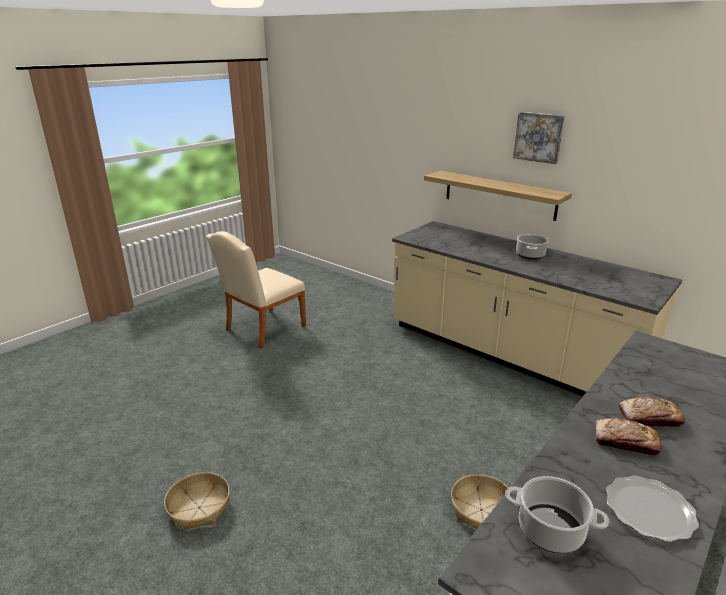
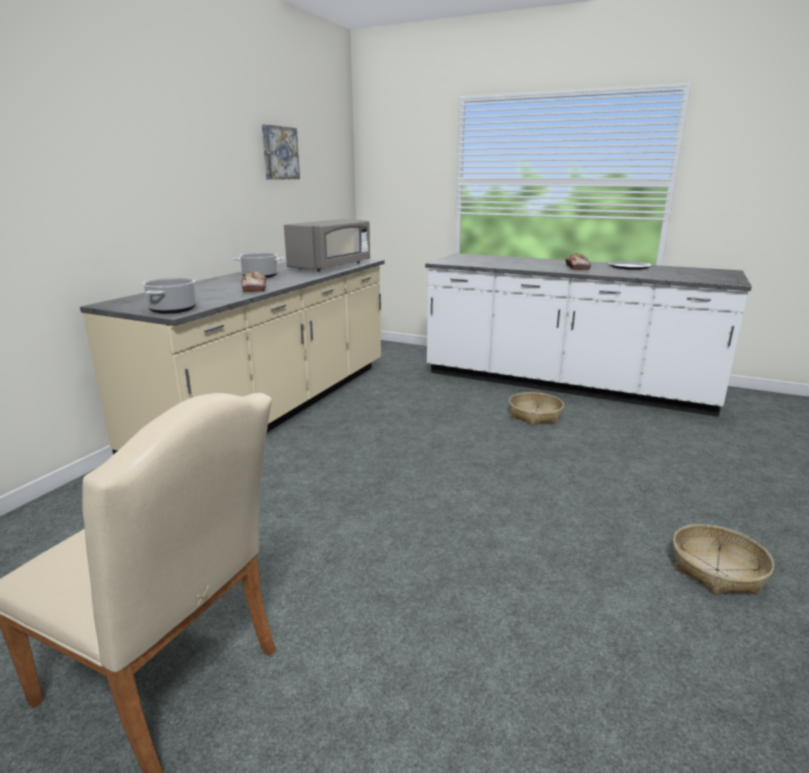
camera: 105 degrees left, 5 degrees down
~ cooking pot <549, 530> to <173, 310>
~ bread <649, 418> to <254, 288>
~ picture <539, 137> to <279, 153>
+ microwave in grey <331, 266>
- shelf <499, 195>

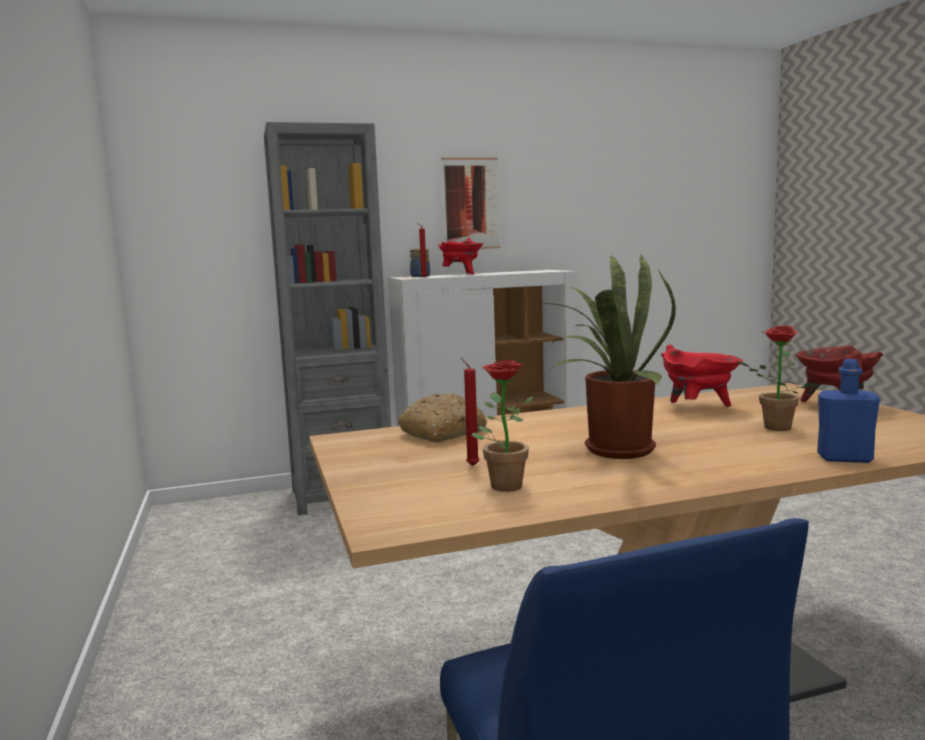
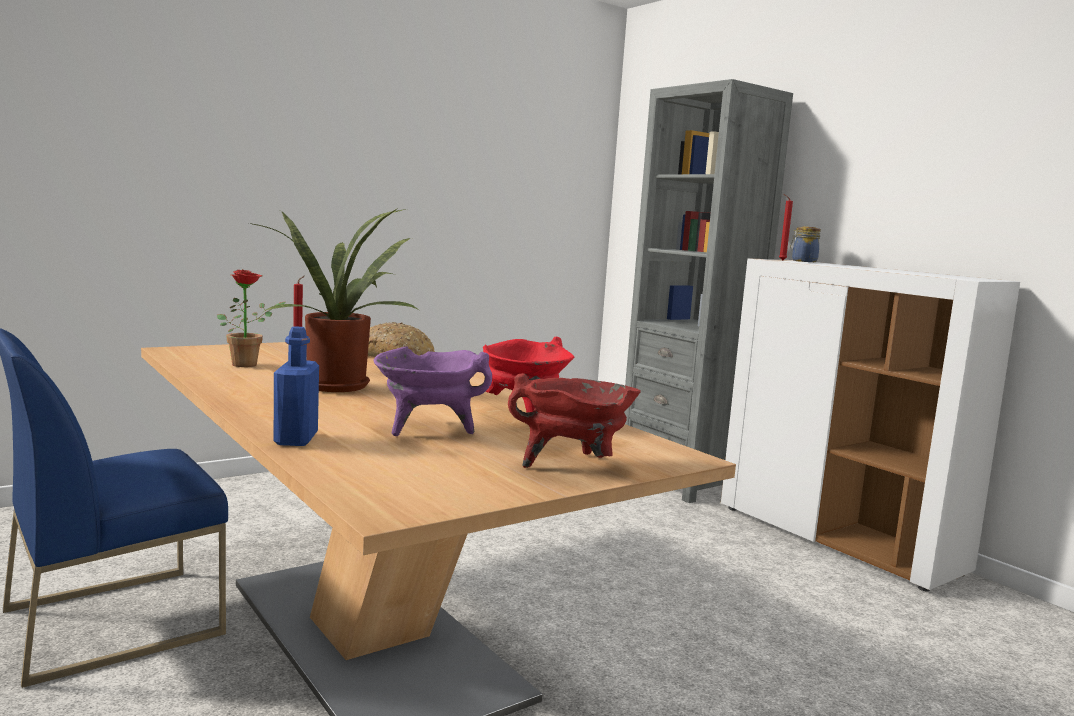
camera: 70 degrees right, 0 degrees up
~ potted plant <772, 428> to cooking pot in purple <427, 429>
- cooking pot in red <462, 274>
- picture <471, 204>

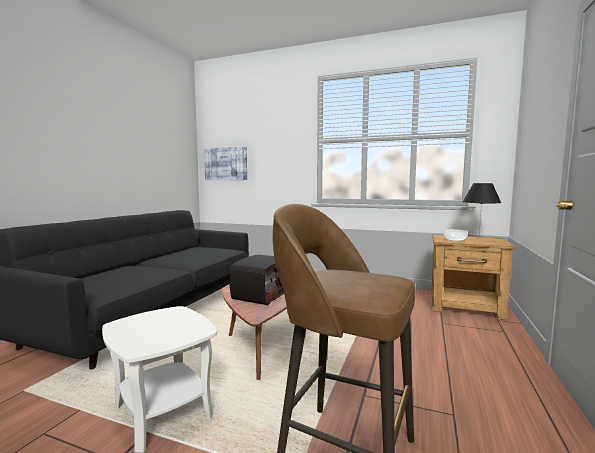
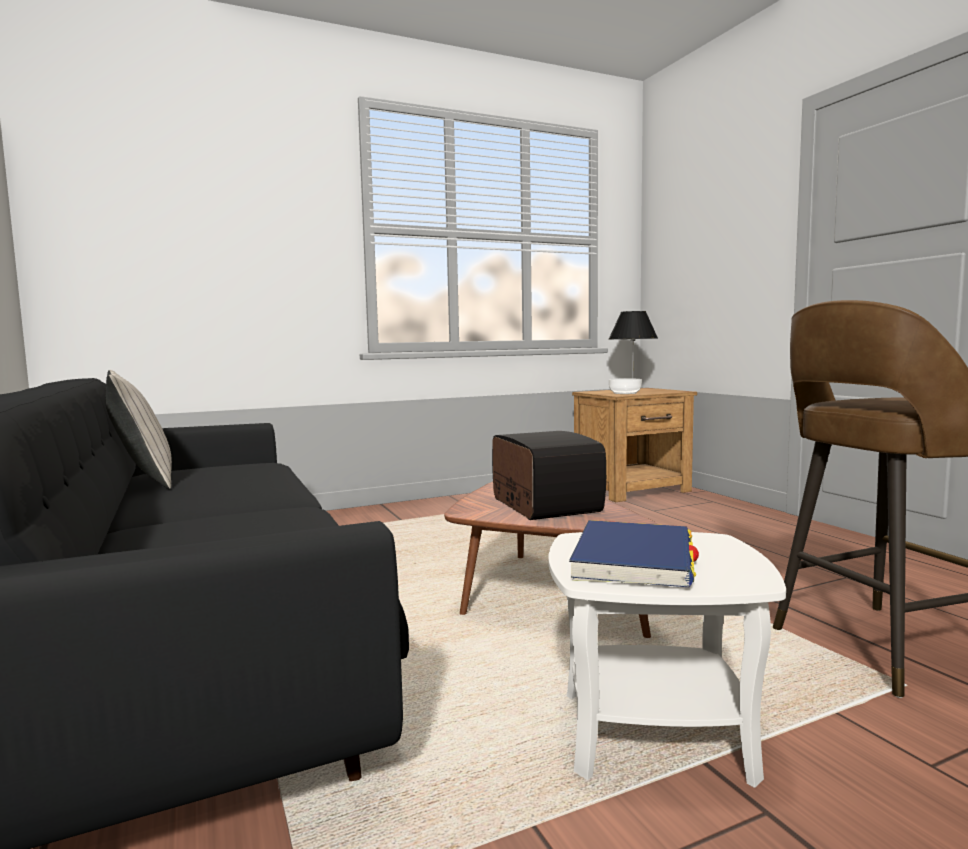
camera: 45 degrees left, 0 degrees up
+ pillow in beige <143, 481>
+ book in blue <634, 560>
- picture <226, 164>

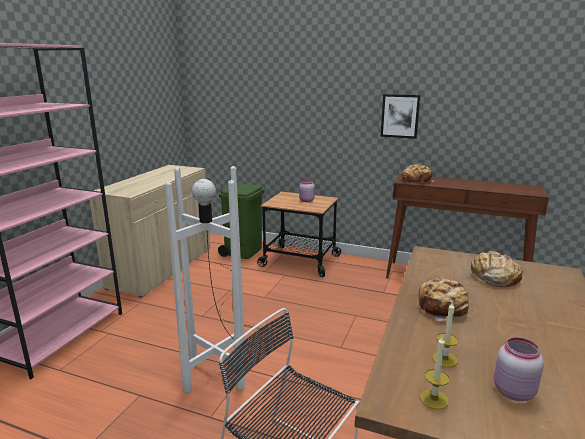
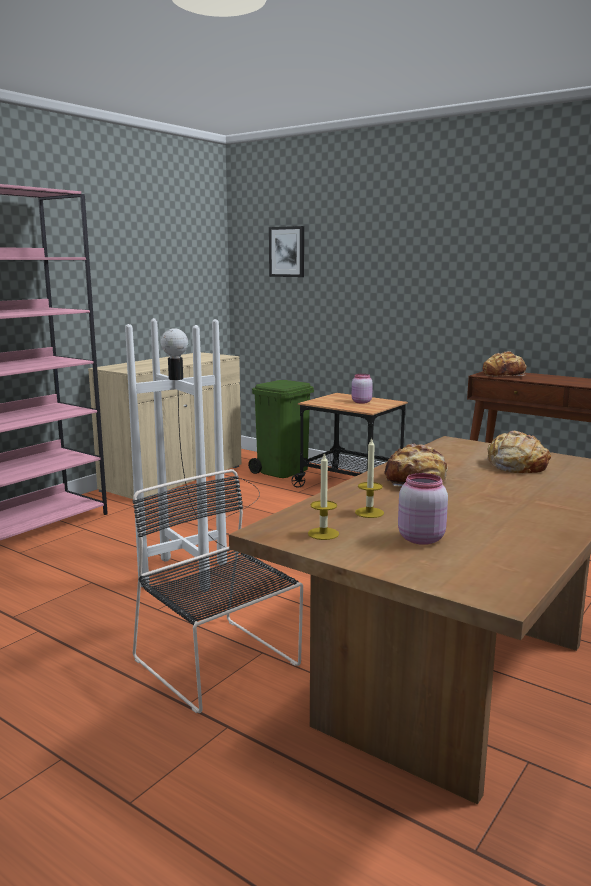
camera: 15 degrees right, 5 degrees down
~ picture <400, 116> to <287, 252>

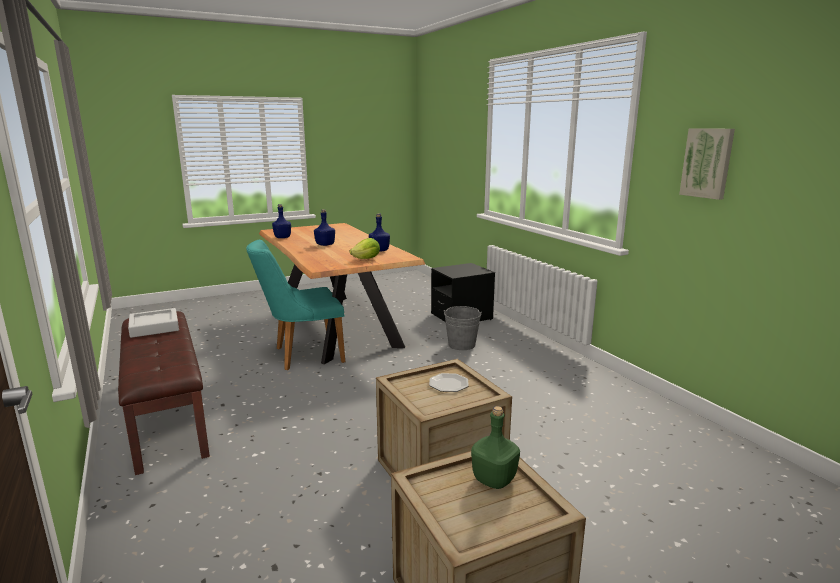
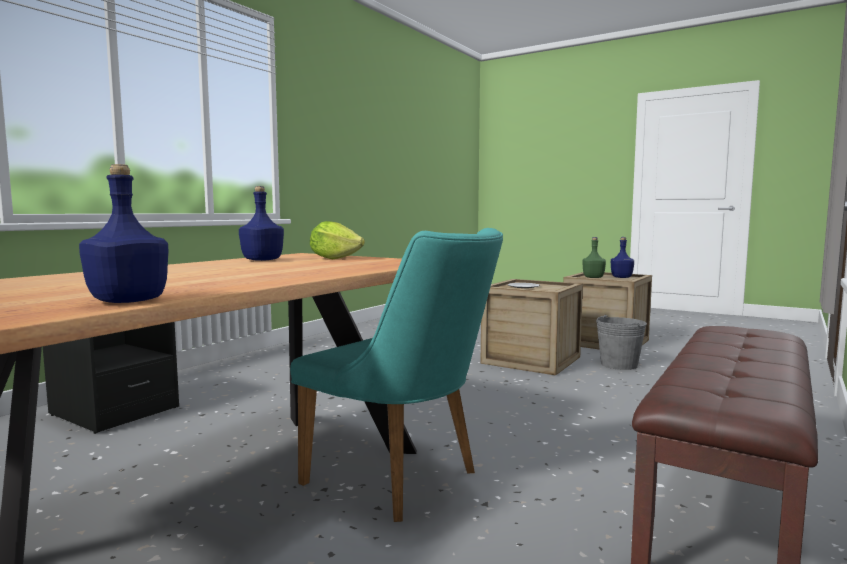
camera: 120 degrees left, 10 degrees down
~ bucket in grey <461, 345> to <619, 365>
~ bottle in blue <325, 245> to <622, 277>
- tray in grey <154, 327>
- picture <707, 163>

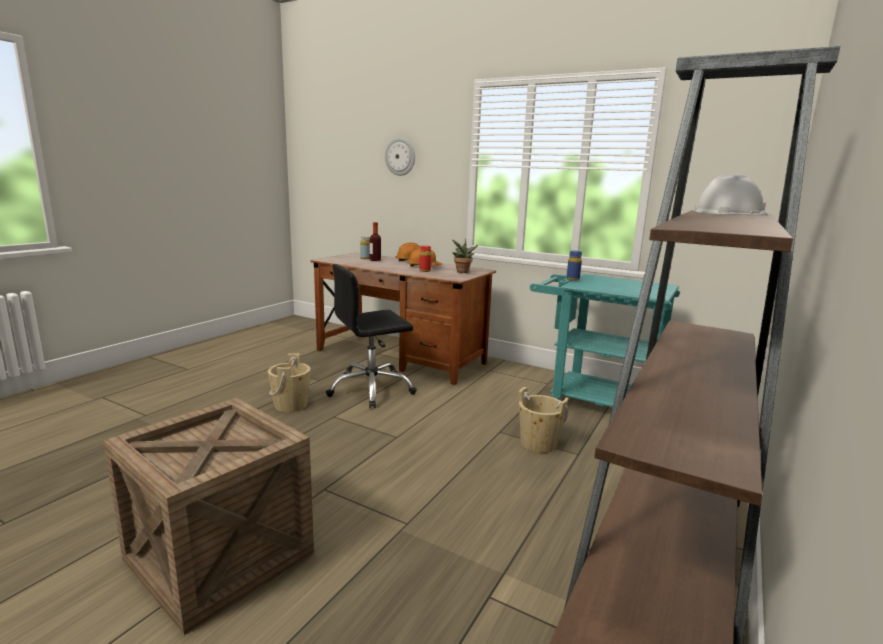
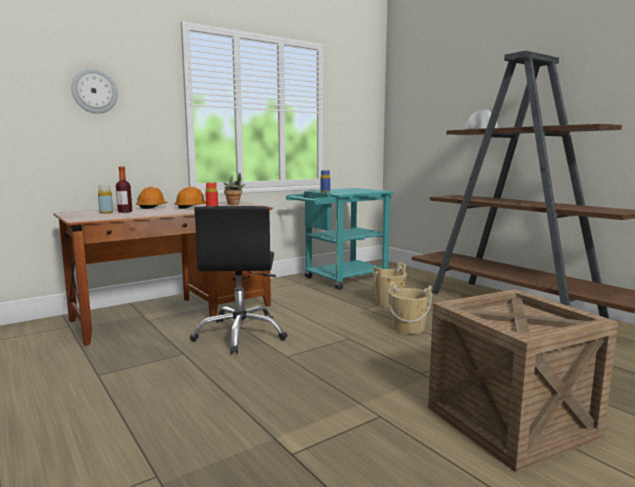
camera: 65 degrees left, 5 degrees down
~ bucket in beige <291, 405> to <408, 328>

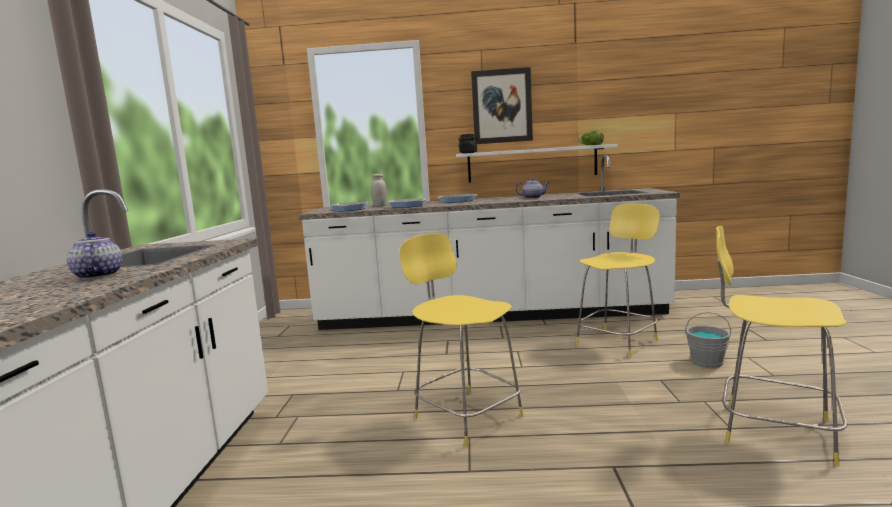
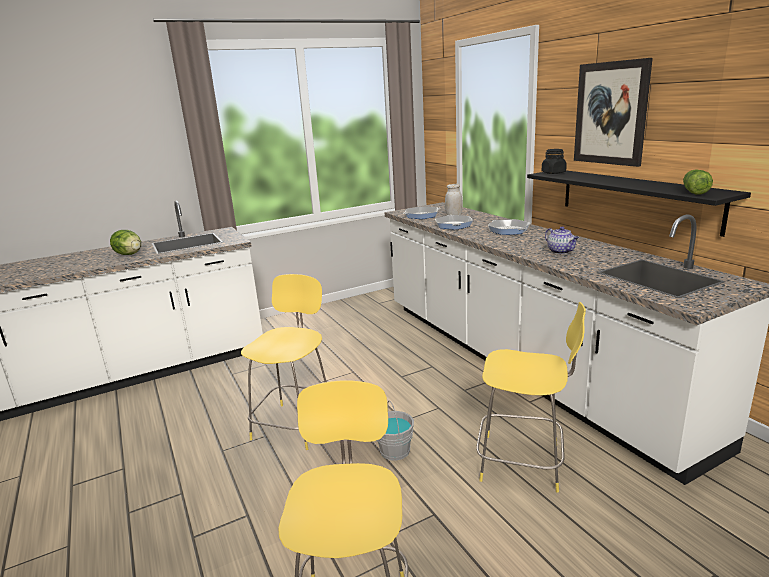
camera: 60 degrees right, 10 degrees up
~ teapot <97, 275> to lettuce <129, 254>
~ bucket in grey <706, 362> to <394, 451>
~ shelf in white <532, 164> to shelf in black <636, 199>

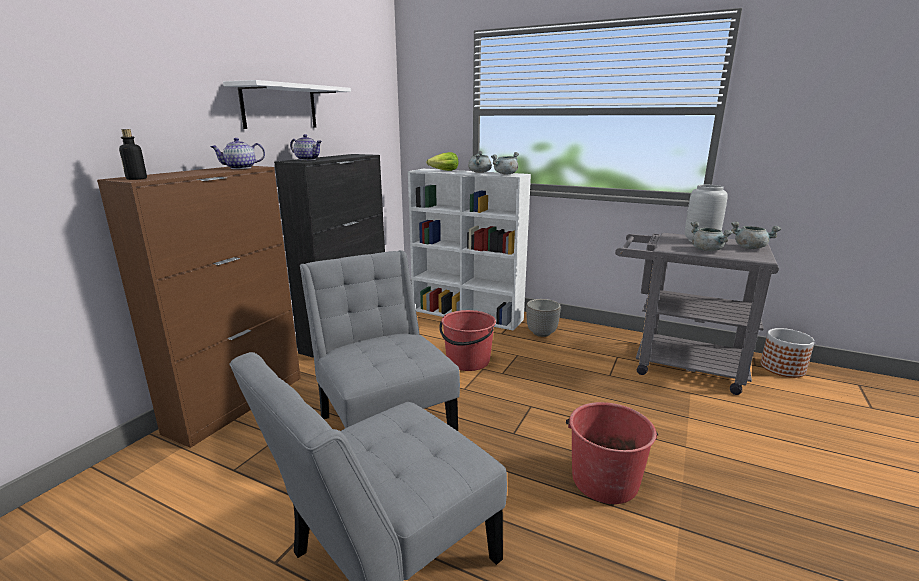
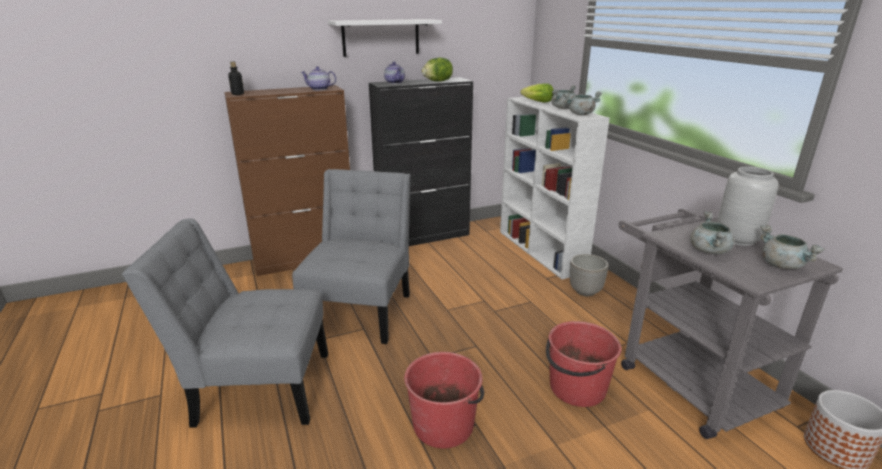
camera: 40 degrees right, 5 degrees up
+ lettuce <437, 81>
~ bucket in red <467, 361> to <576, 388>

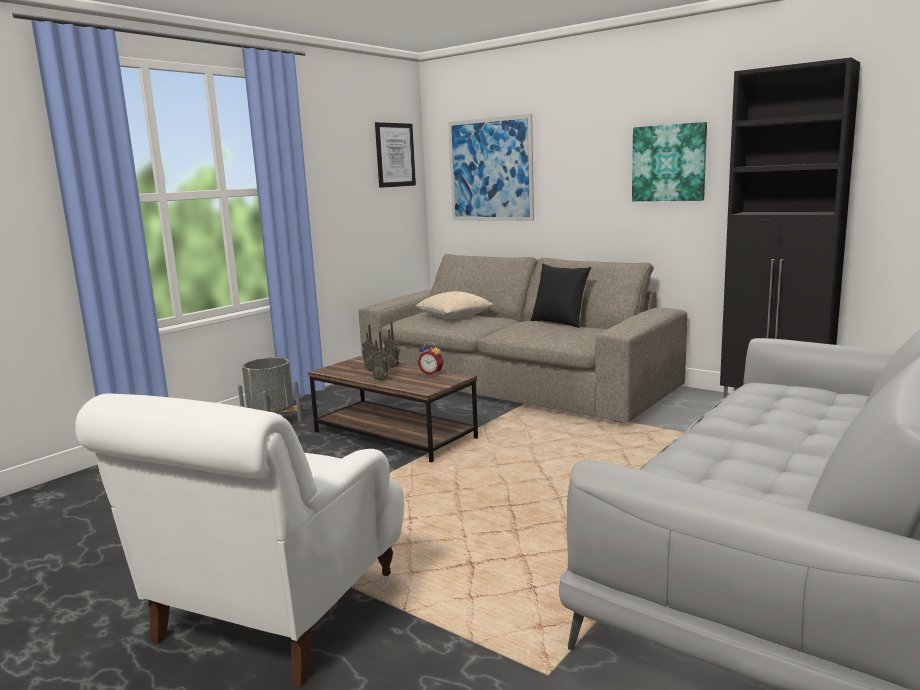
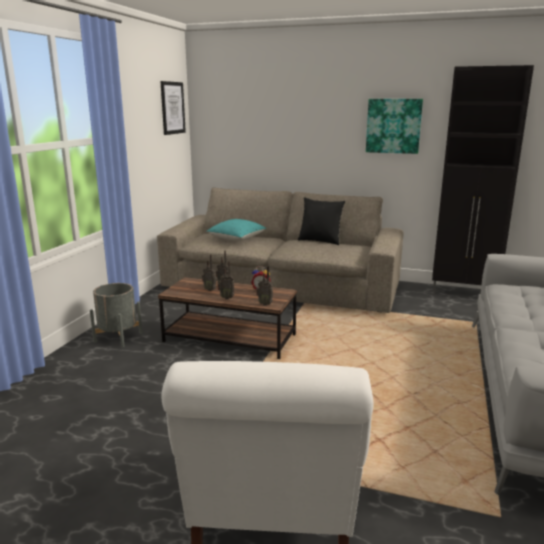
camera: 20 degrees left, 5 degrees up
~ pillow in beige <454, 317> to pillow in turquoise <236, 239>
+ radio <265, 304>
- picture <490, 170>

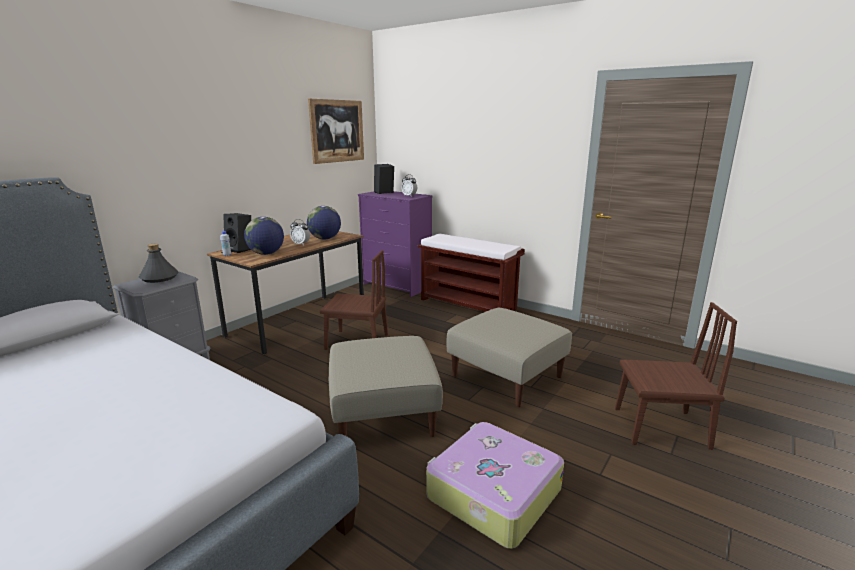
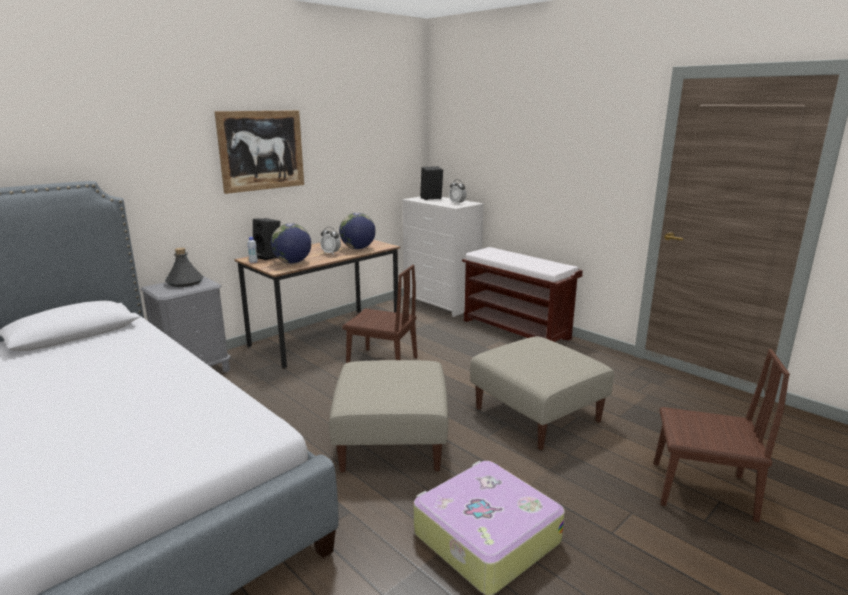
camera: 10 degrees right, 0 degrees up
~ picture <337, 131> to <261, 150>
~ dresser in purple <397, 286> to dresser in white <441, 303>

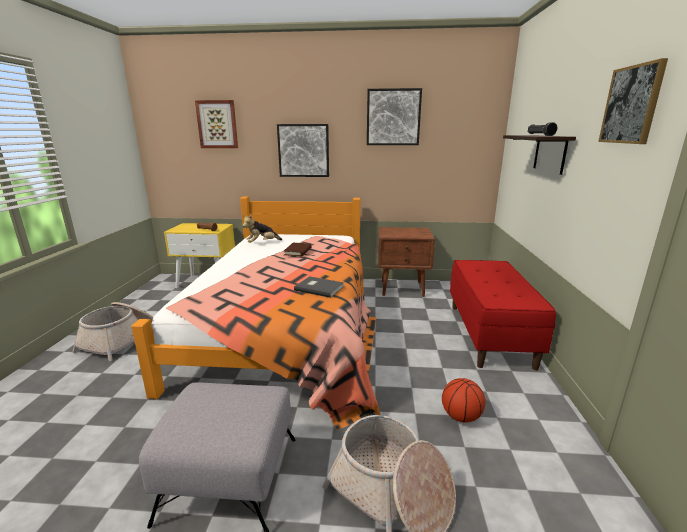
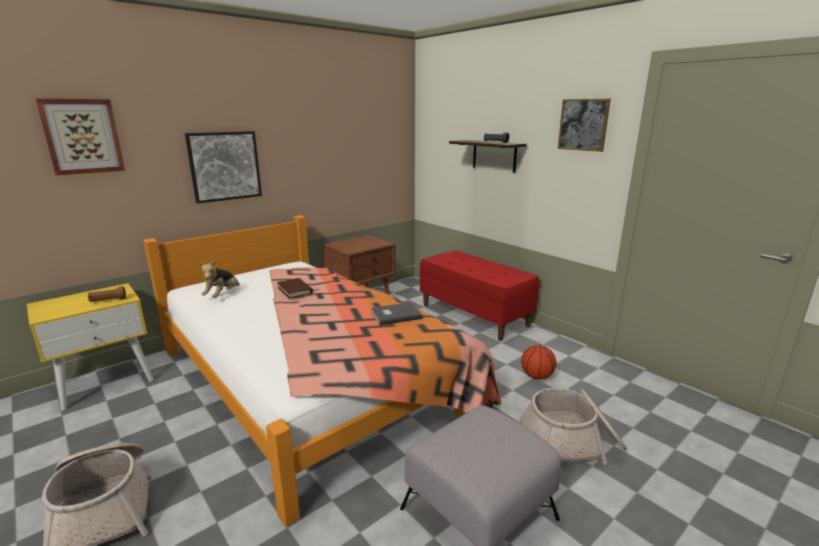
camera: 45 degrees left, 0 degrees up
- picture <393, 117>

